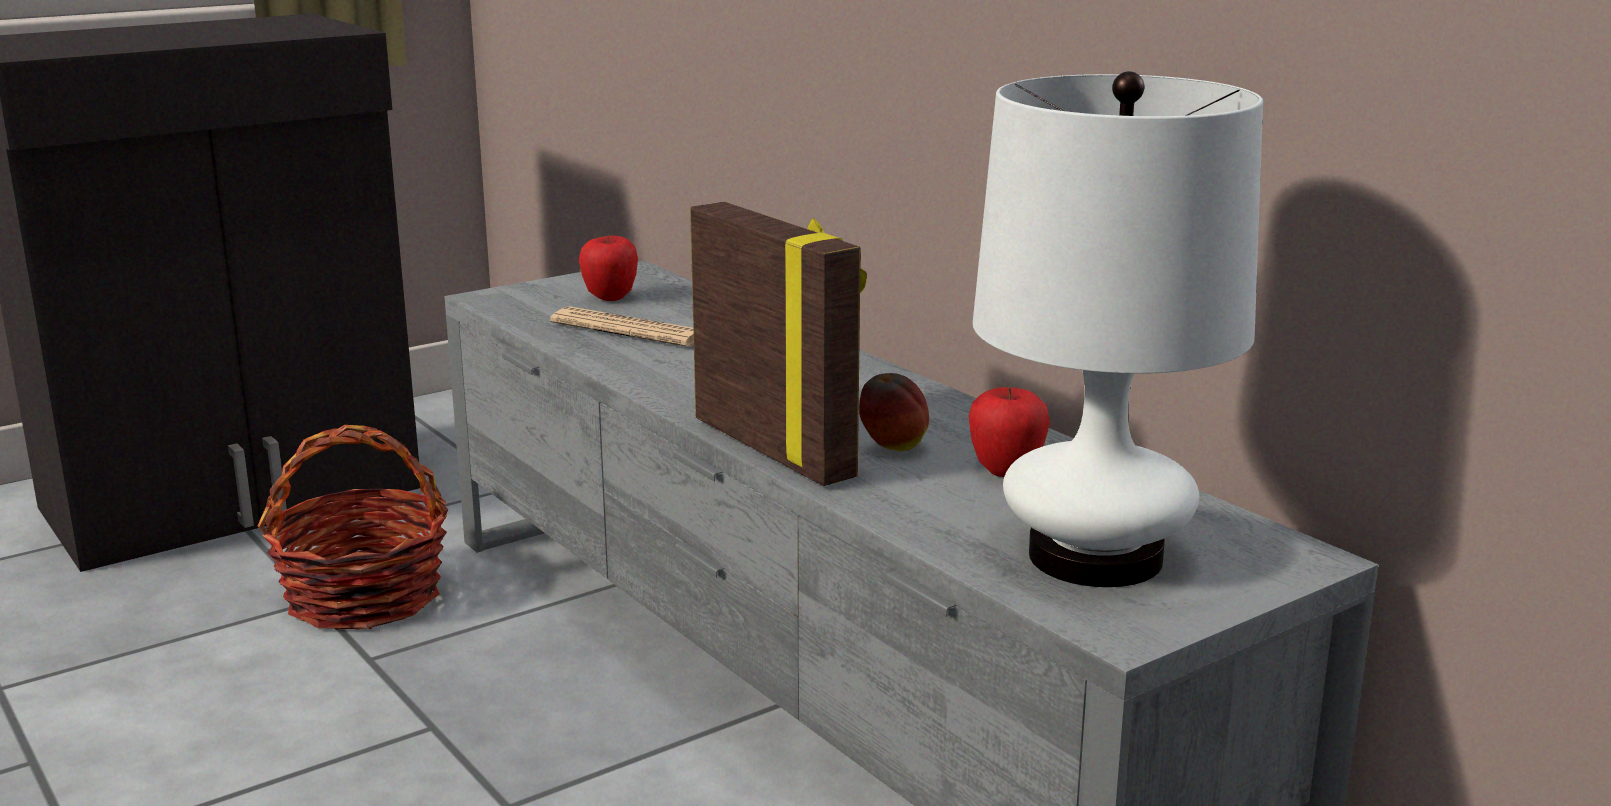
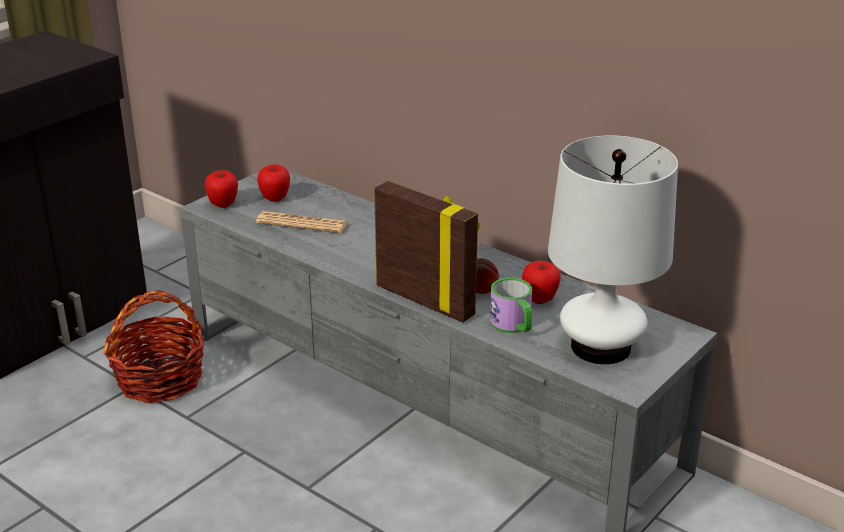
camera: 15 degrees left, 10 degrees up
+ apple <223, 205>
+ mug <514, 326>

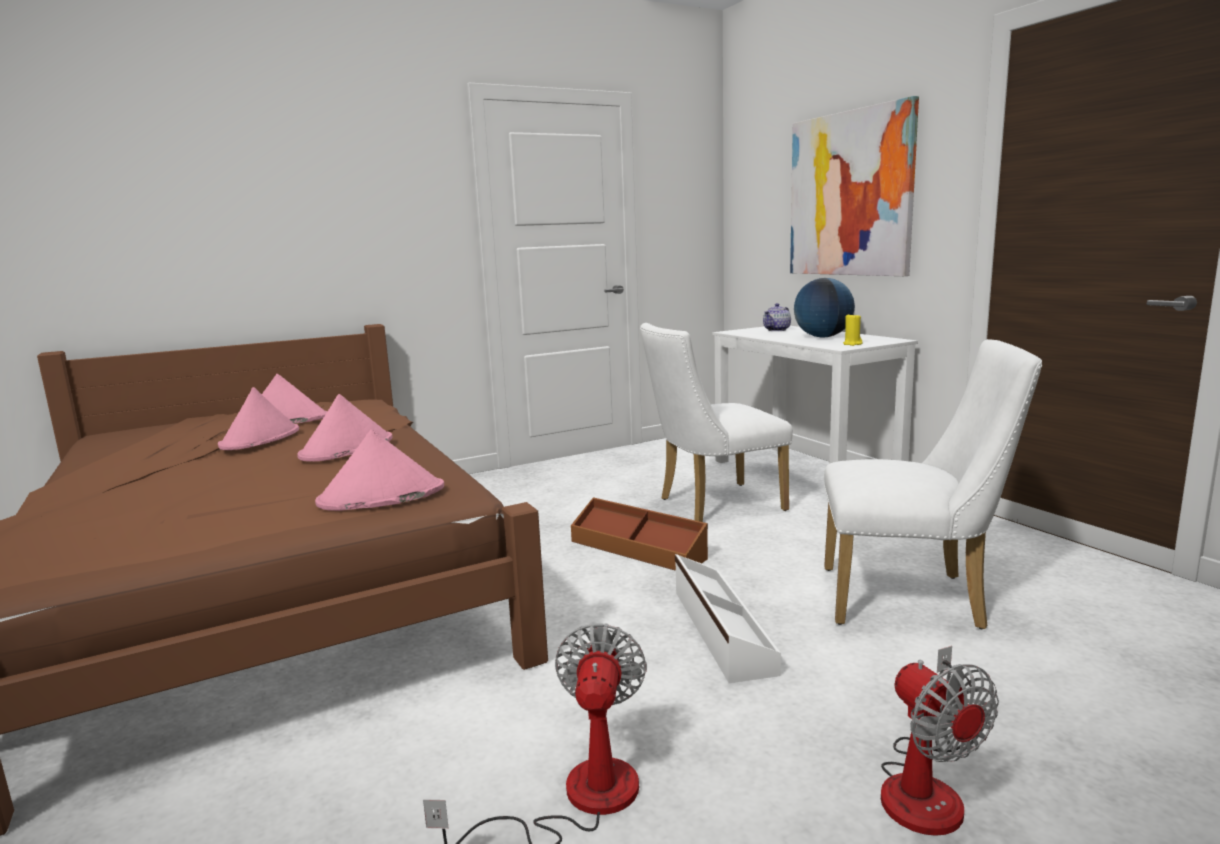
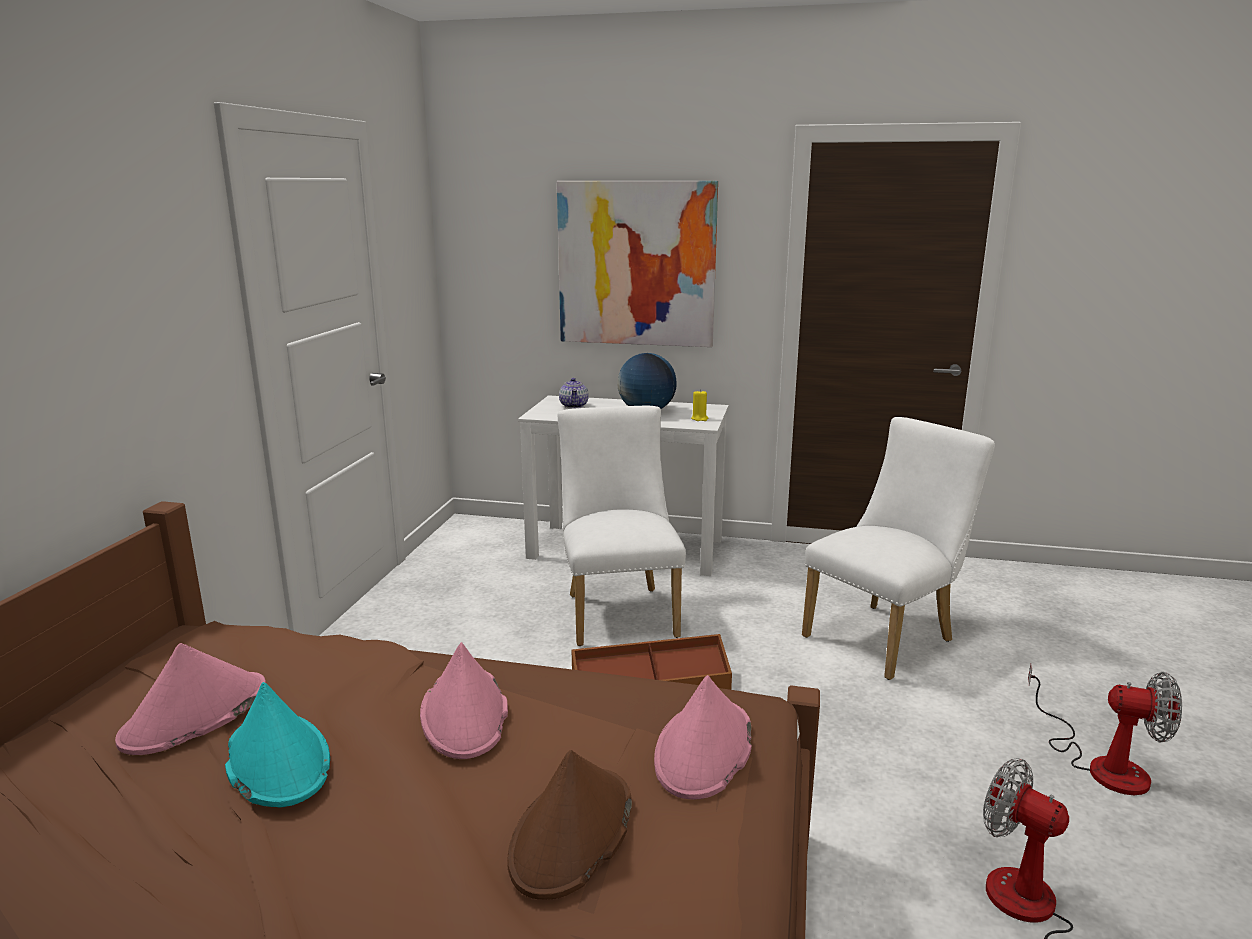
camera: 50 degrees left, 5 degrees up
~ hat in pink <261, 439> to hat in turquoise <277, 760>
+ hat in brown <572, 833>
~ chair in white <712, 505> = <619, 611> 150 degrees clockwise
- storage box in white <720, 630>

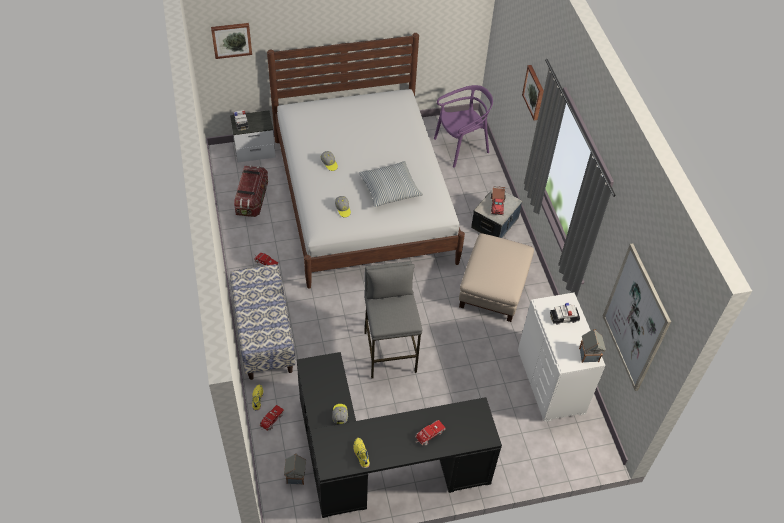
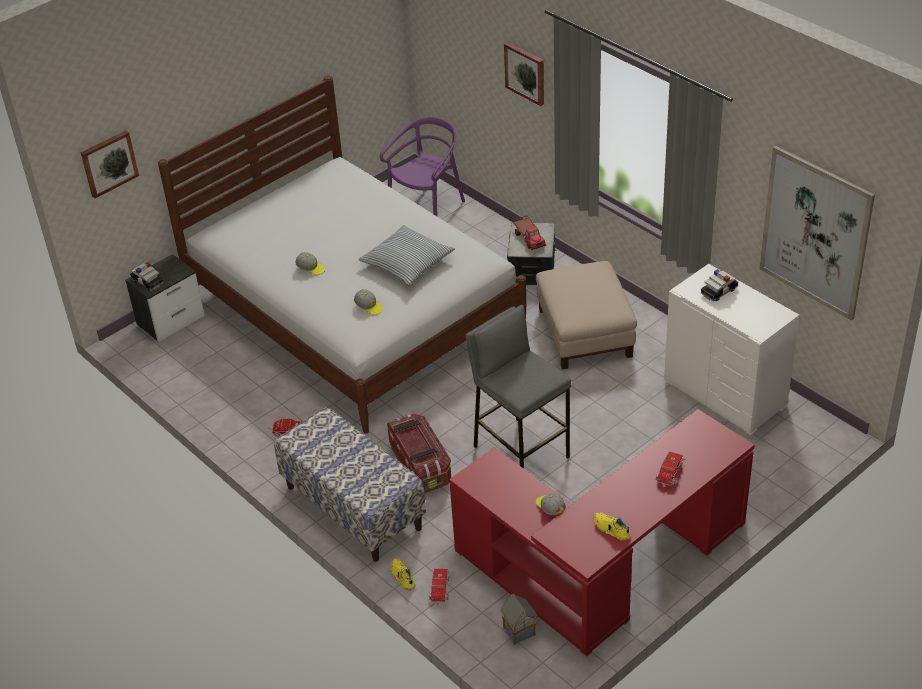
camera: 25 degrees left, 10 degrees down
~ storage box <252, 199> to <420, 465>
~ desk in black <378, 462> to desk in red <603, 567>
- toy house <589, 355>

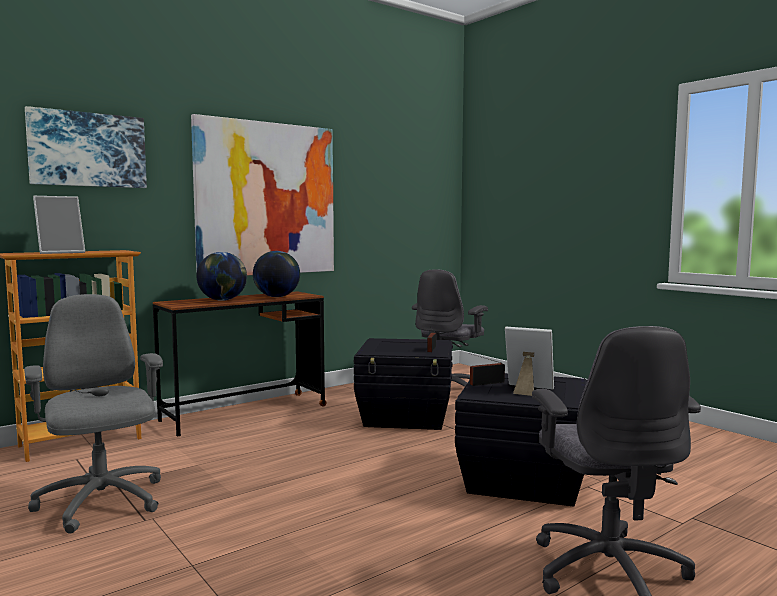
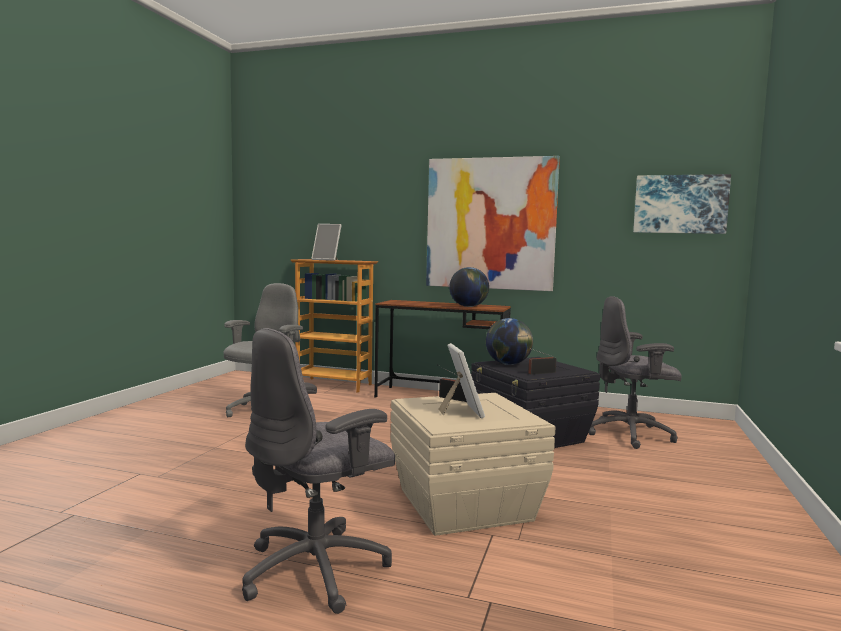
camera: 55 degrees right, 0 degrees up
~ storage box in black <522, 478> to storage box in beige <465, 503>
~ globe <223, 300> to <508, 364>
~ picture <88, 150> to <680, 204>

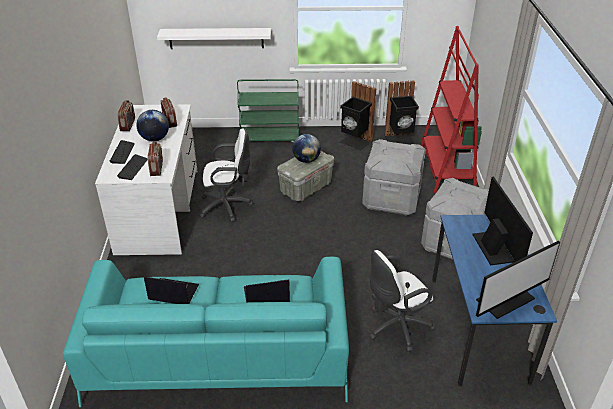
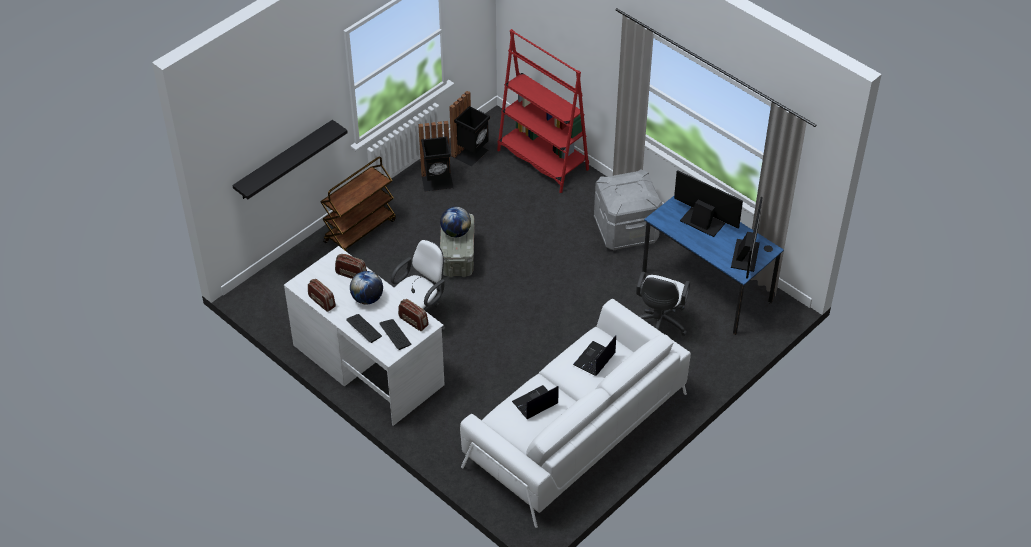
camera: 45 degrees left, 10 degrees up
~ shelf in white <216, 38> to shelf in black <284, 160>
~ cart in green <270, 140> to cart in brown <360, 230>
~ sofa in turquoise <218, 355> to sofa in white <575, 429>
- storage box in grey <392, 199>

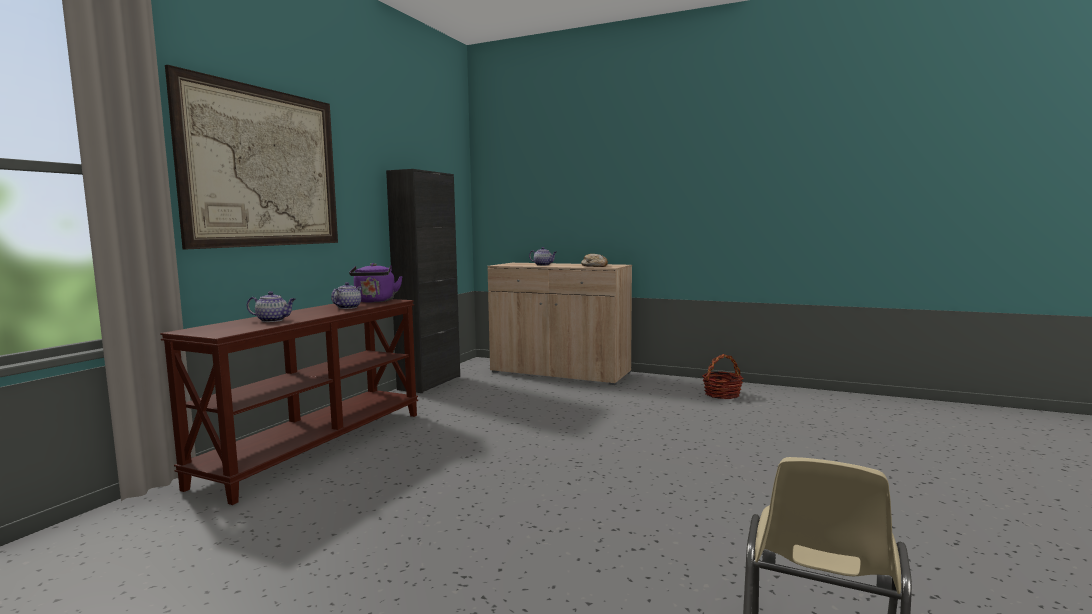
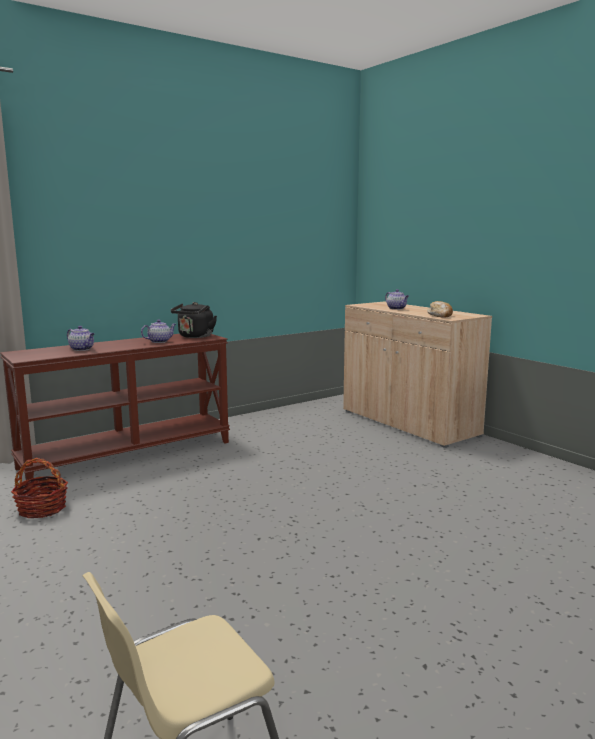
camera: 30 degrees right, 5 degrees up
~ basket <722, 394> to <42, 509>
~ kettle in purple <375, 301> to kettle in black <195, 336>
- picture <263, 167>
- cabinet in black <429, 383>

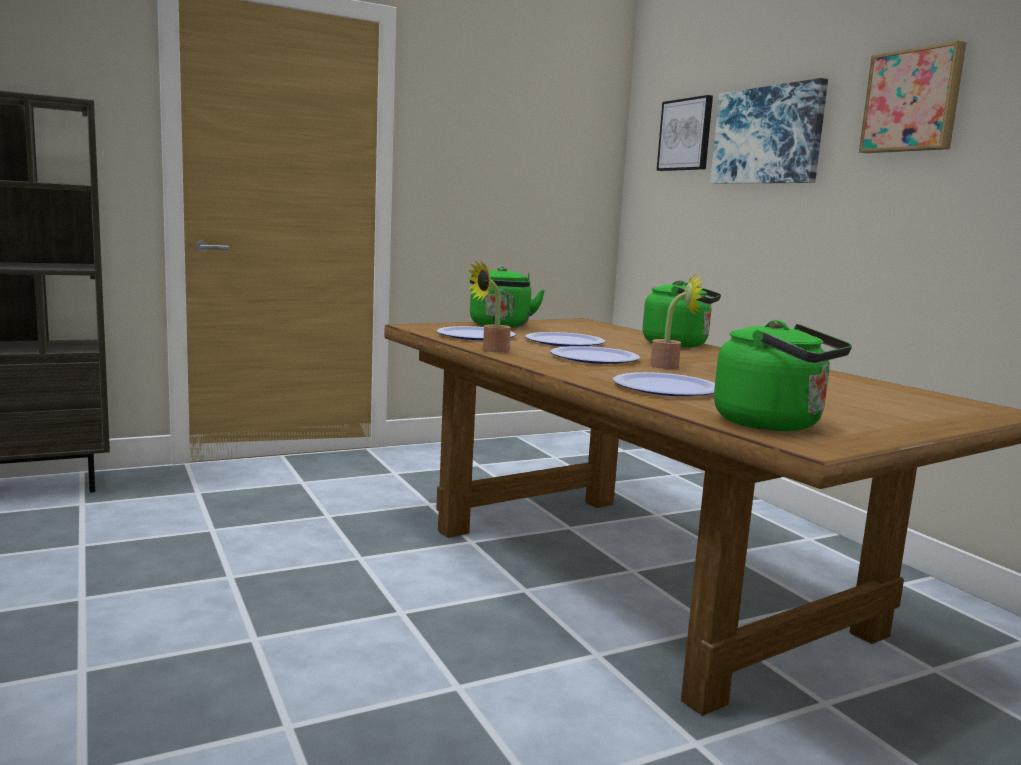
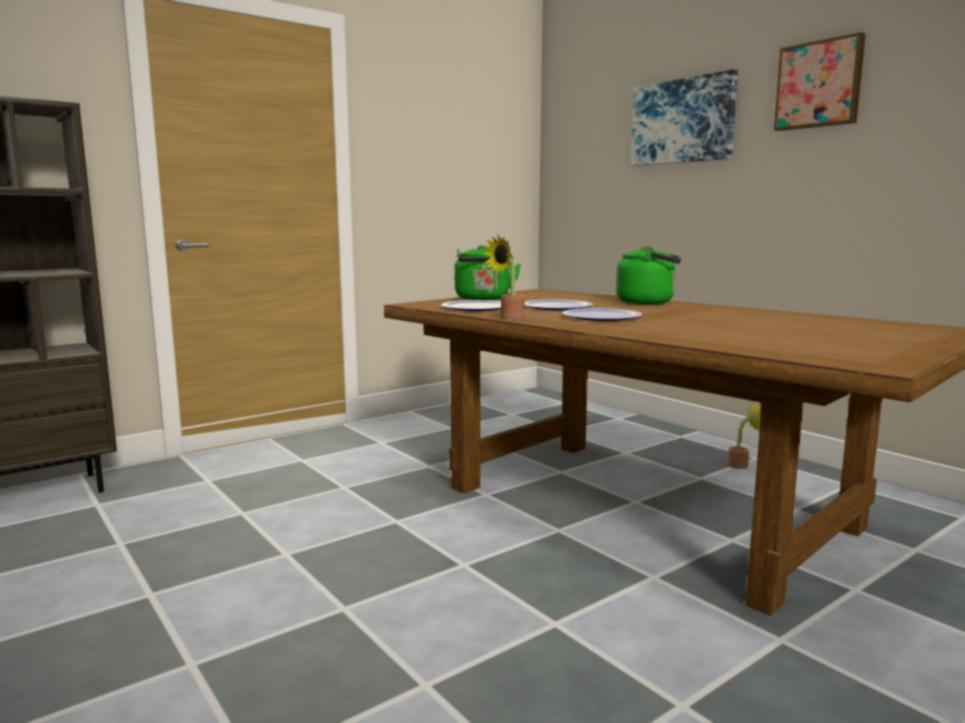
camera: 10 degrees left, 0 degrees up
~ potted plant <670, 366> to <741, 465>
- plate <666, 388>
- picture <685, 135>
- kettle in green <774, 424>

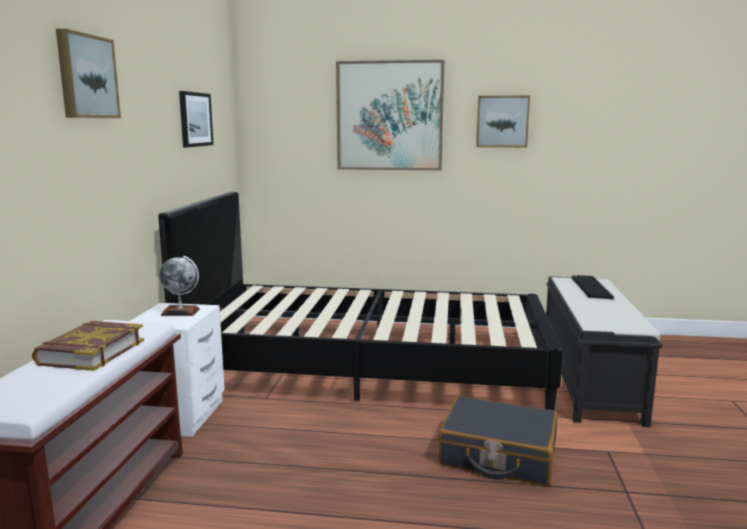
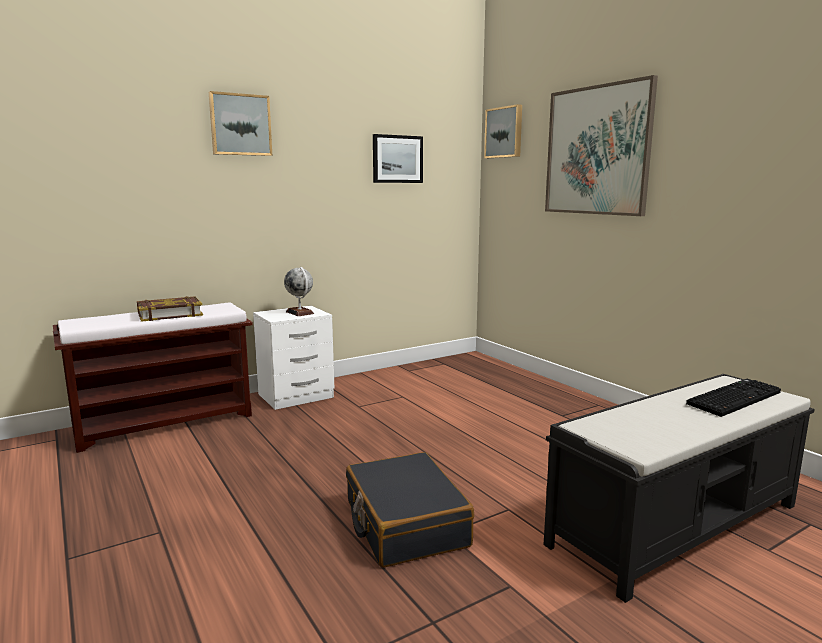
camera: 50 degrees right, 0 degrees up
~ picture <502, 121> to <504, 132>
- bed in black <369, 368>

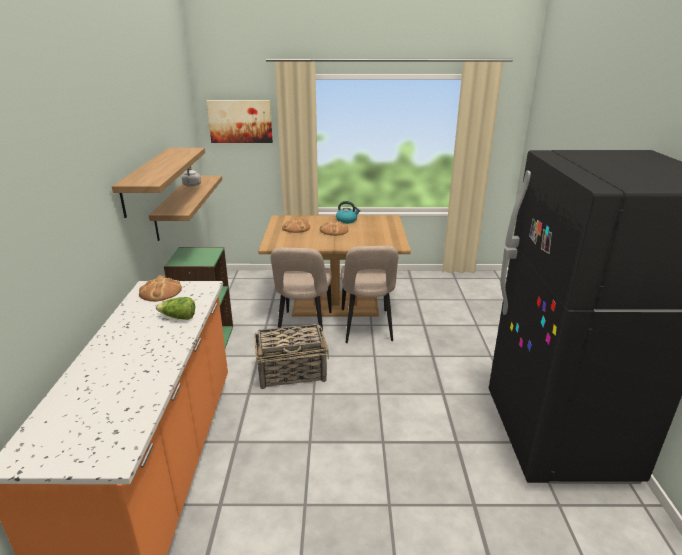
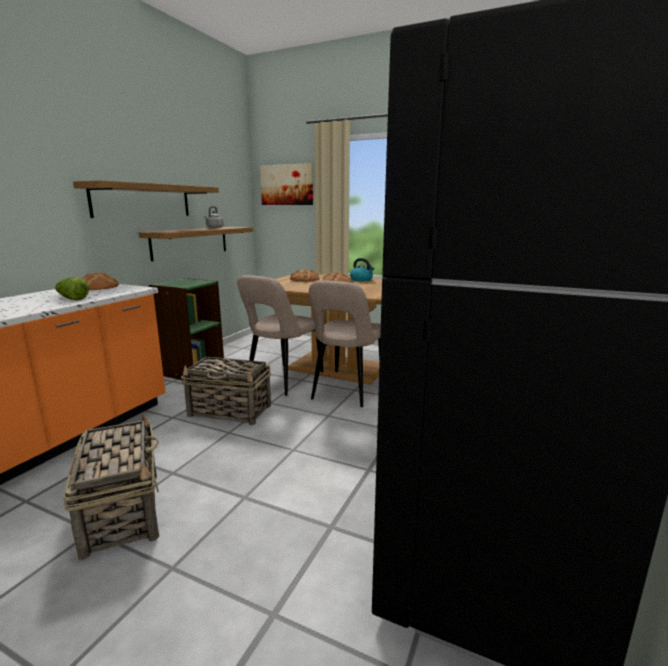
camera: 25 degrees right, 10 degrees down
+ basket <123, 511>

